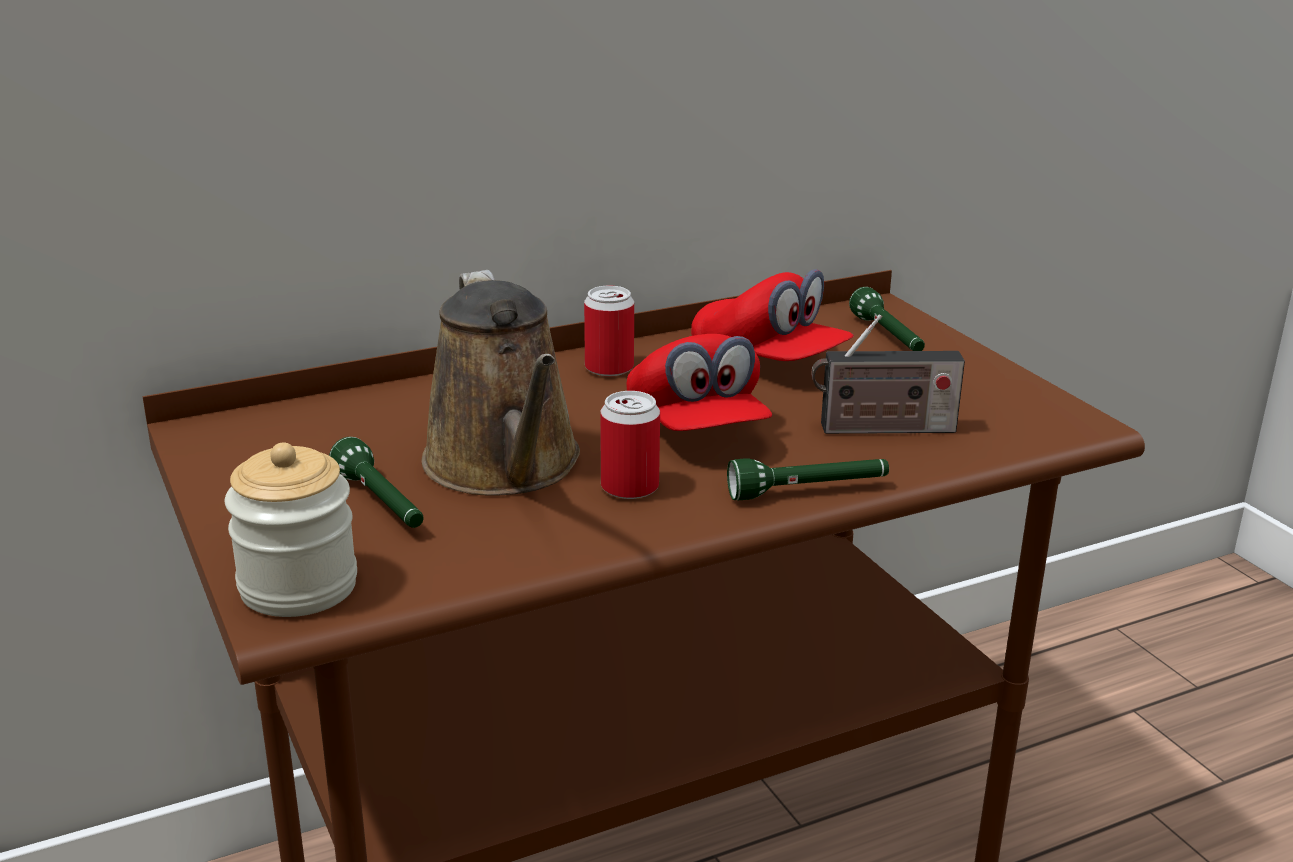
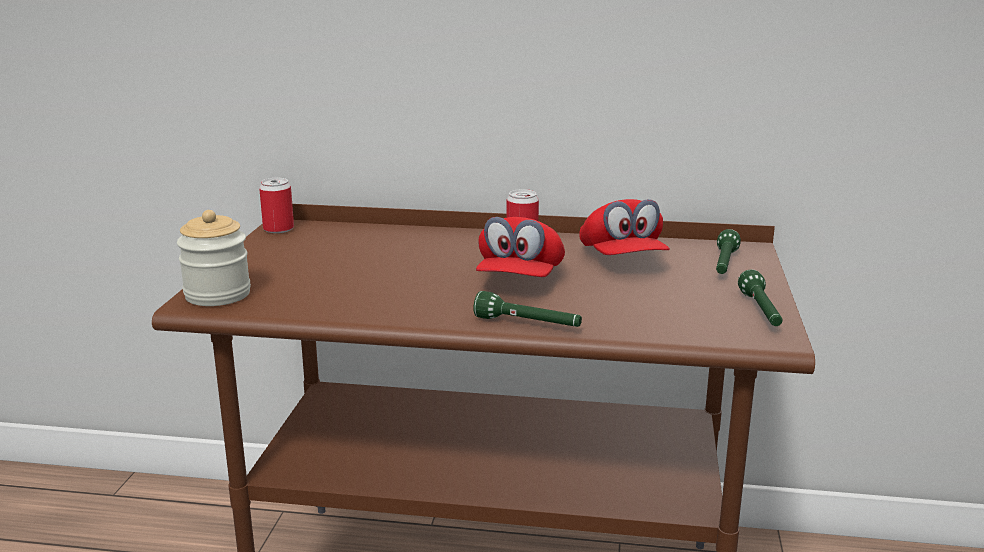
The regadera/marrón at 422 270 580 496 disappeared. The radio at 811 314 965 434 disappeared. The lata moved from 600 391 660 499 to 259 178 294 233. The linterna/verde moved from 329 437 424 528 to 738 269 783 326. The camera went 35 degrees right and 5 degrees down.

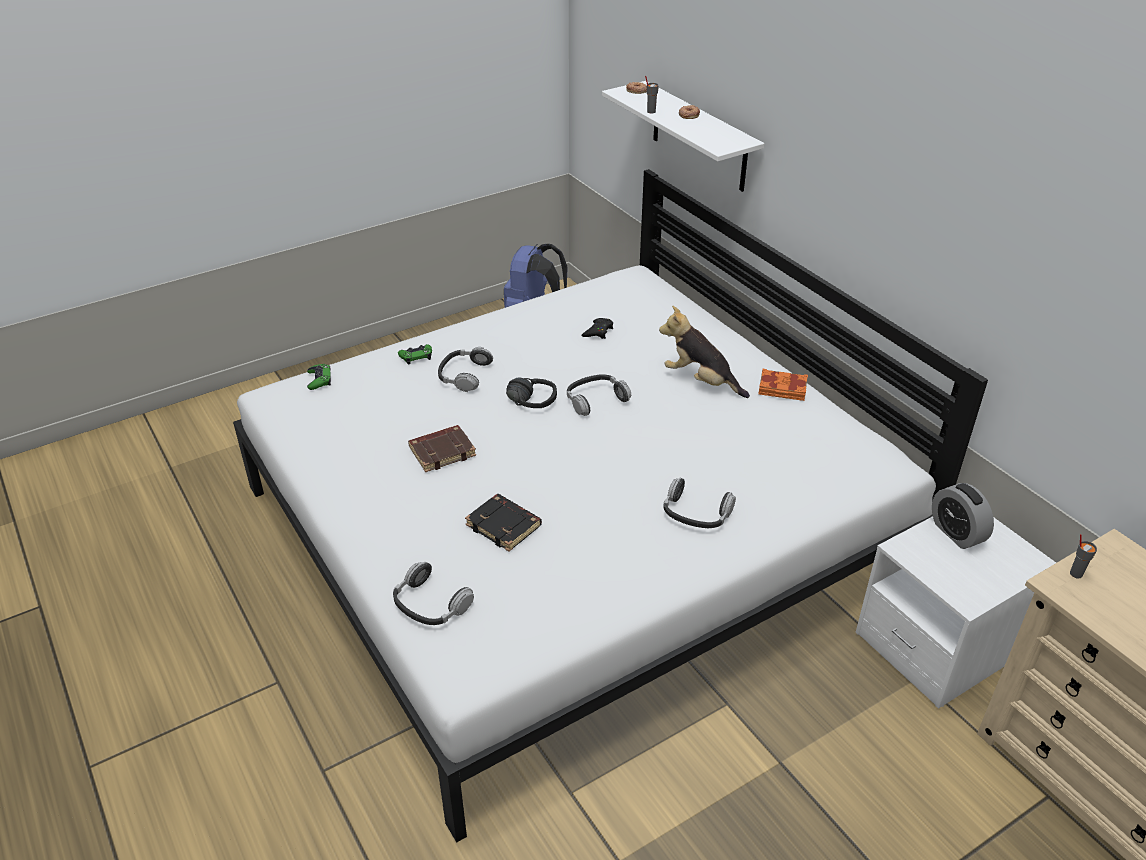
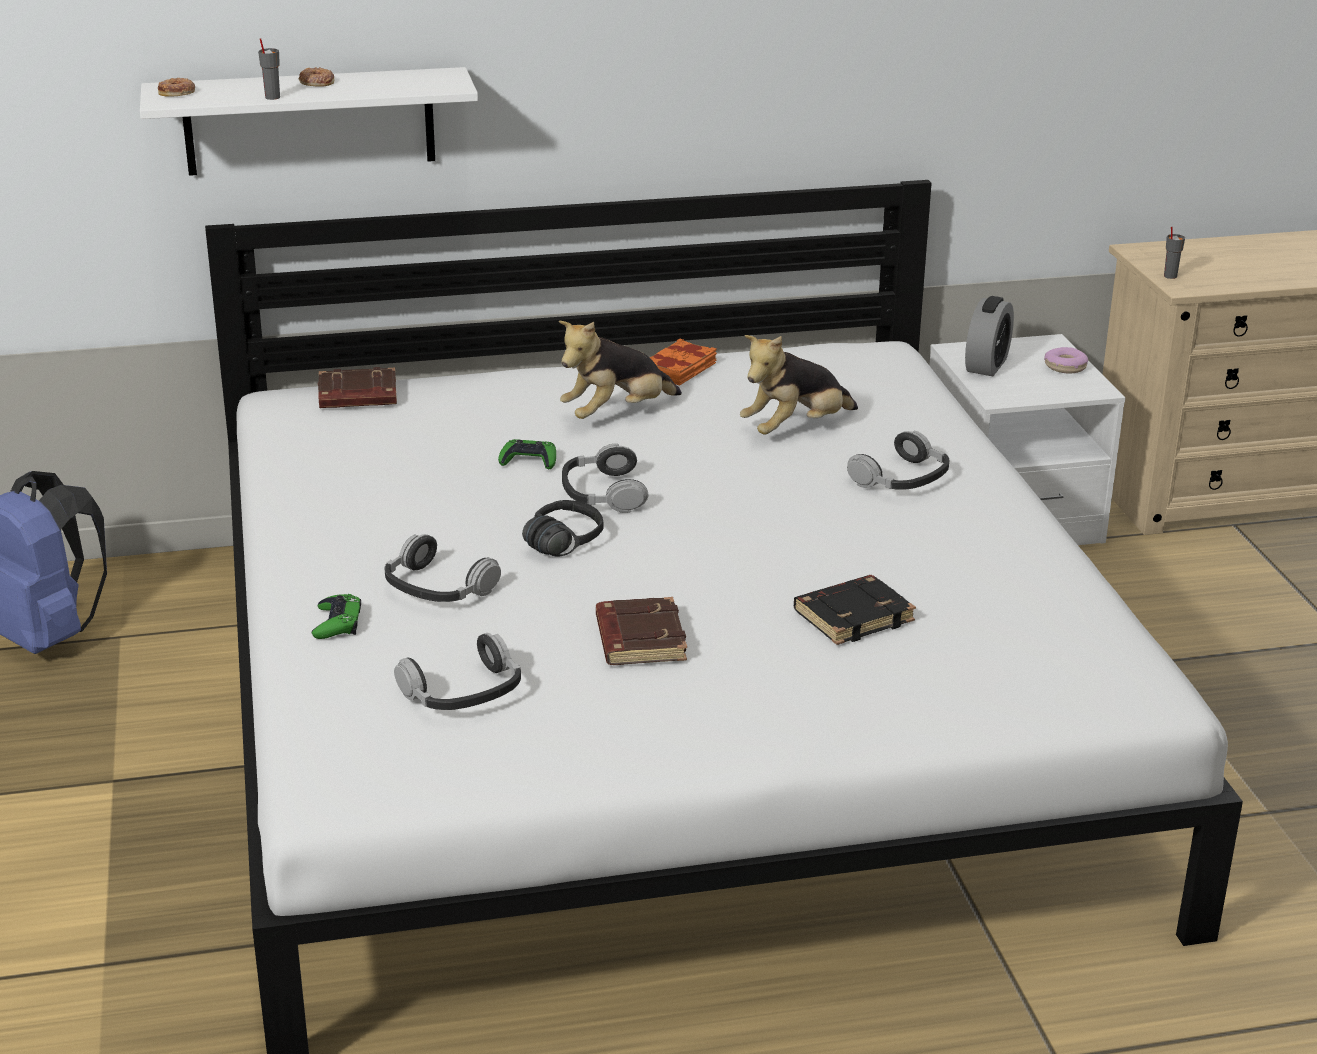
The mando de consola/negro at 581 318 613 339 disappeared. The mando de consola/verde moved from 307 364 331 390 to 498 439 556 469. The despertador at 932 483 994 549 turned 60 degrees counterclockwise. The auriculares moved from 393 562 474 625 to 394 633 521 710. The peluche at 740 335 858 435 appeared. The rosquilla at 1044 347 1088 374 appeared. The libro/marrón at 318 367 397 408 appeared. The camera went 70 degrees left and 10 degrees down.

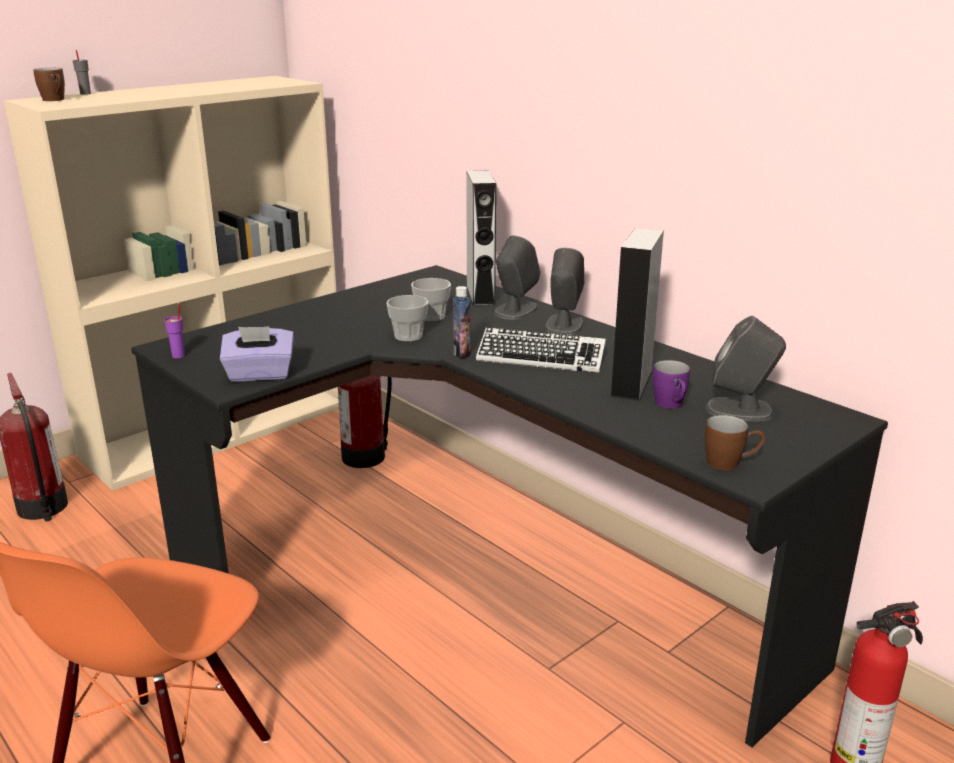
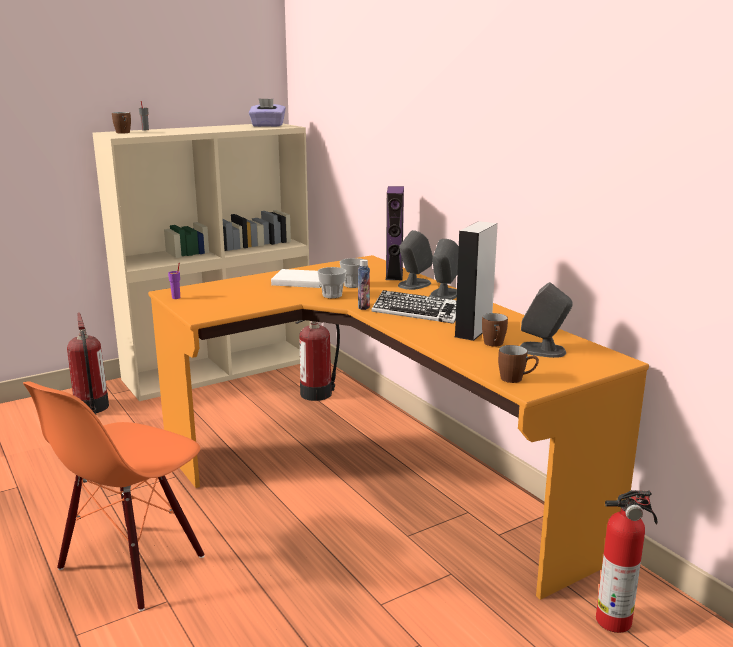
The altavoz/gris at 466 171 496 306 became the altavoz/morado at 386 186 404 280. The escritorio/negro at 131 265 888 747 became the escritorio/naranja at 148 255 649 600. The caja de pañuelos/morado moved from 220 326 294 382 to 249 98 286 127. The taza grande/morado at 653 360 690 408 became the taza grande/marrón at 482 313 508 347. The libro/blanco at 271 269 321 288 appeared. The camera went 10 degrees right and 5 degrees down.

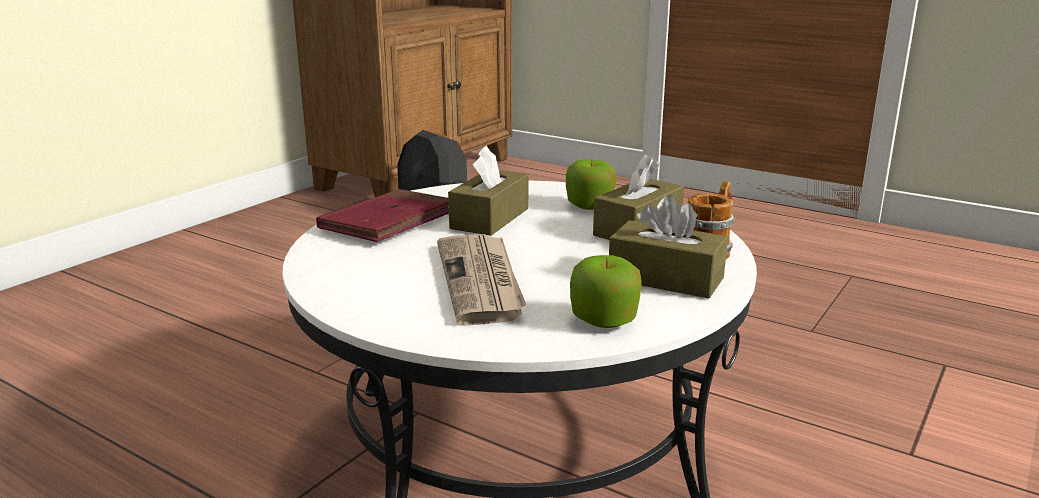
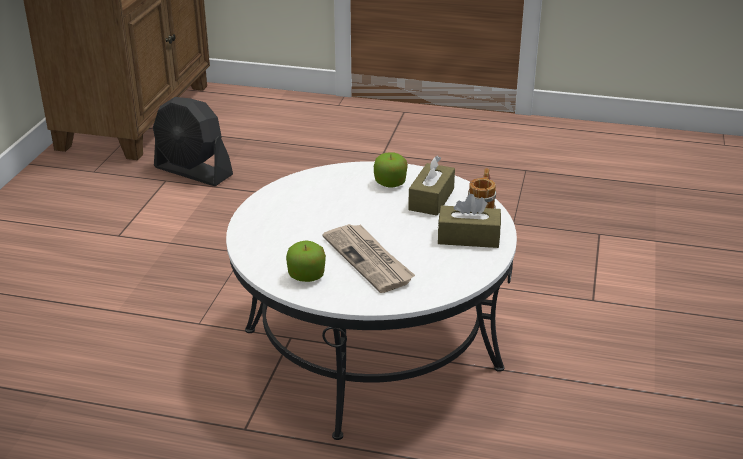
The caja de pañuelos/marrón at 448 145 528 236 disappeared. The libro/rojo at 316 189 449 242 disappeared. The manzana moved from 570 255 642 328 to 286 241 326 282. The camera went 20 degrees left and 10 degrees up.

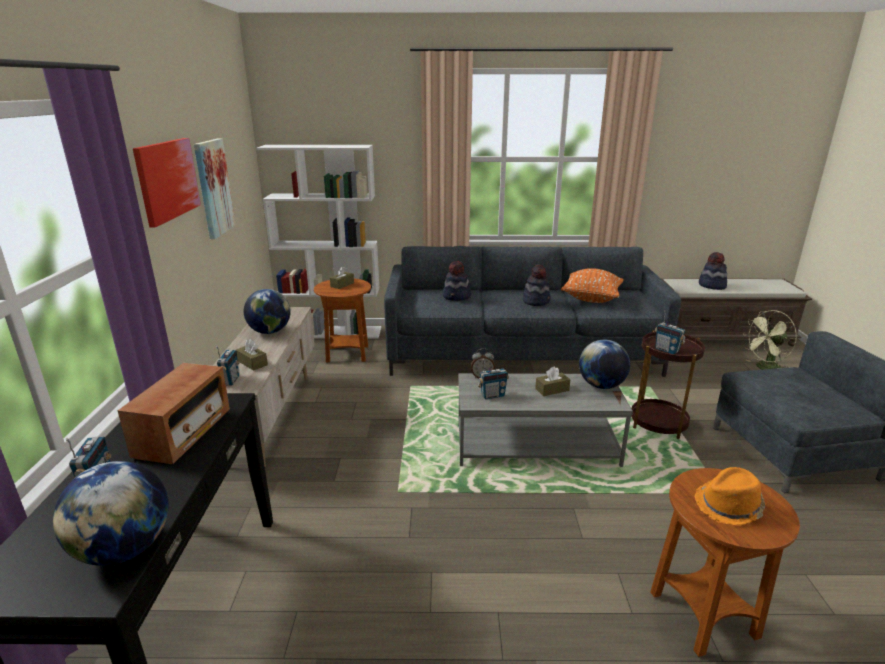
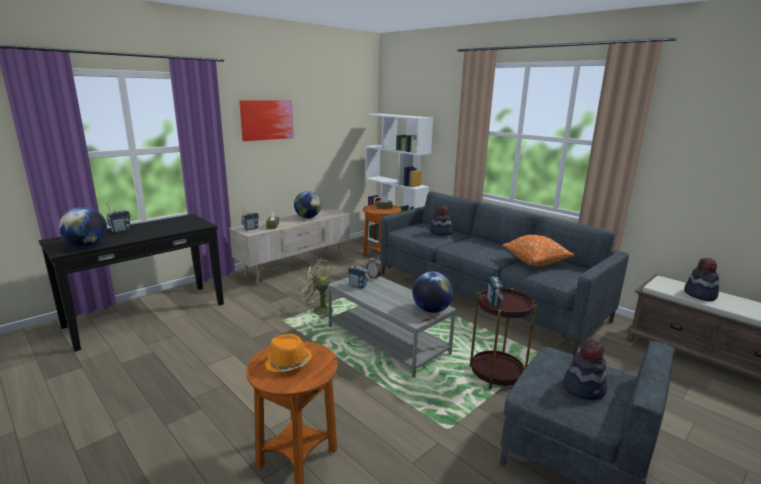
The cuadro at 194 138 236 239 disappeared. The sombrero moved from 523 265 551 306 to 563 338 607 400. The ventilador/verde moved from 744 310 797 370 to 297 258 335 319. The radio at 118 363 230 464 disappeared. The caja de pañuelos/marrón at 535 366 570 396 disappeared. The camera went 45 degrees right and 5 degrees down.

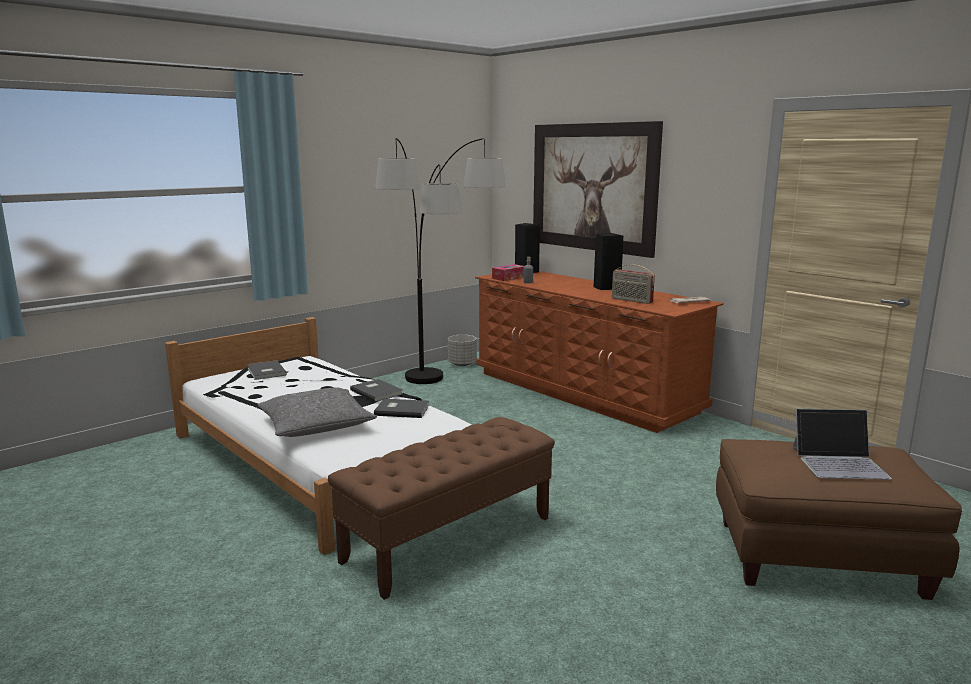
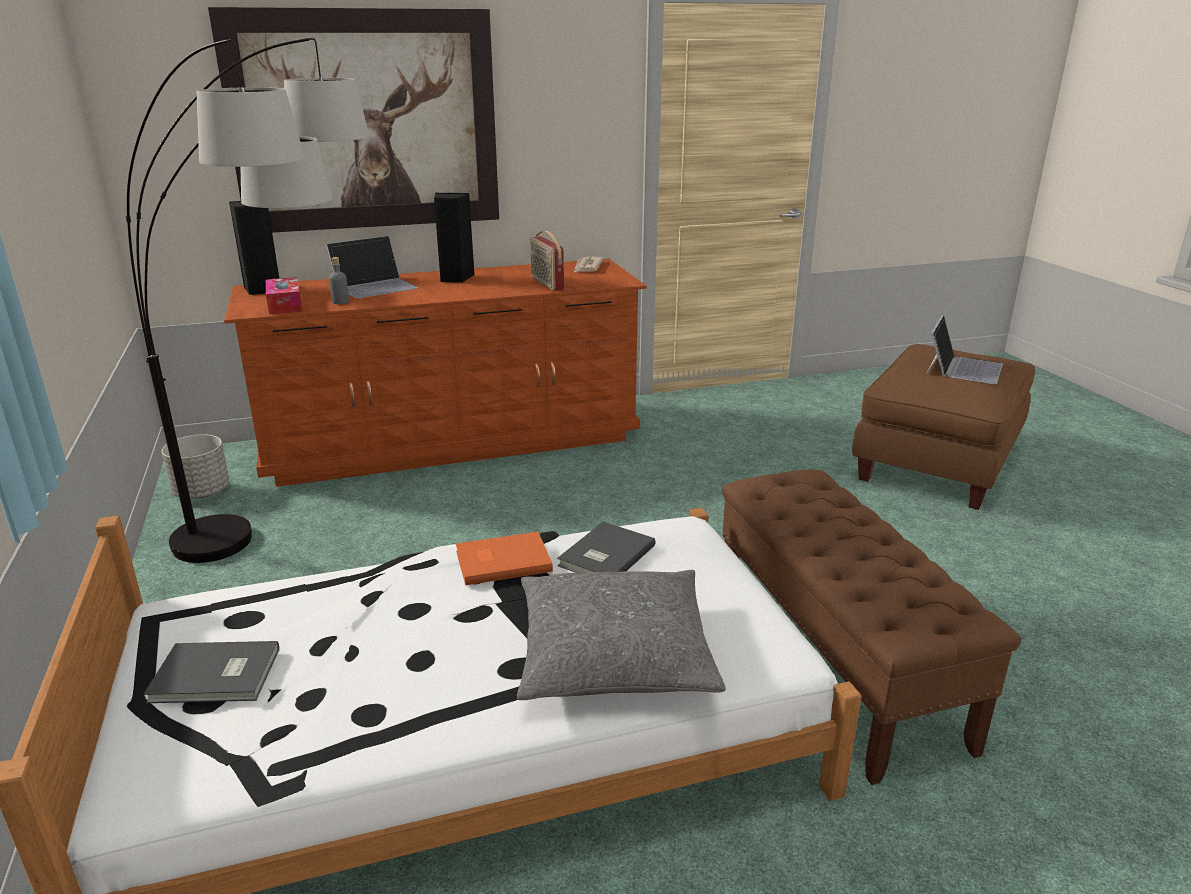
The radio at 612 264 655 304 turned 90 degrees clockwise. The libro/gris at 350 379 403 402 became the libro/naranja at 456 532 553 585. The portátil at 326 235 418 298 appeared. The camera went 65 degrees left and 10 degrees up.

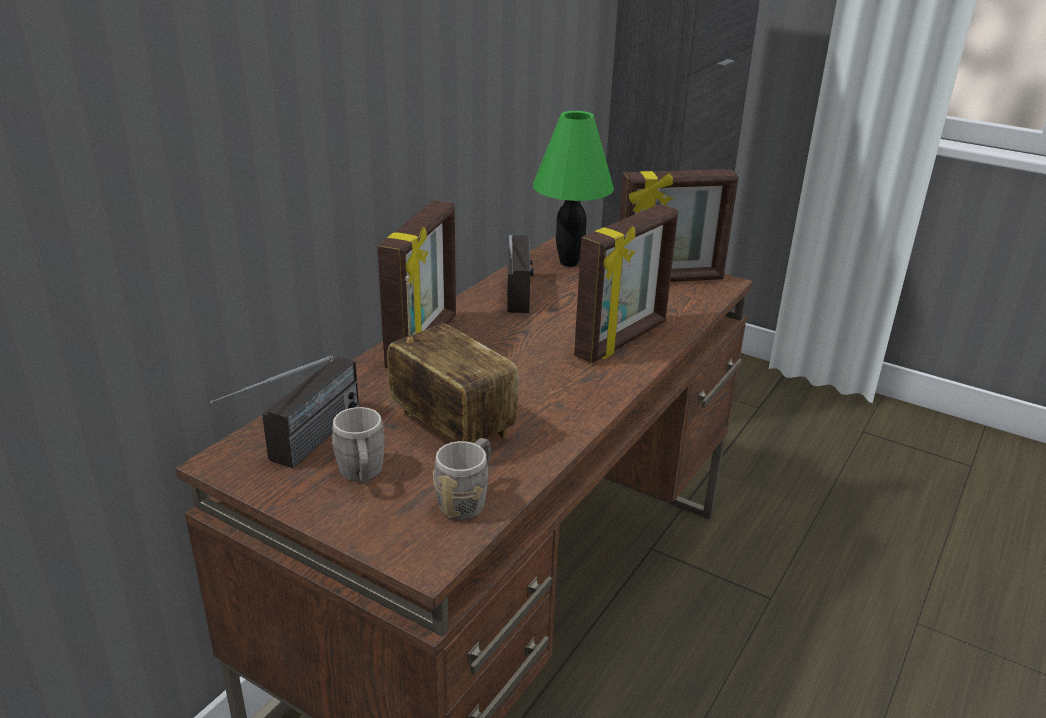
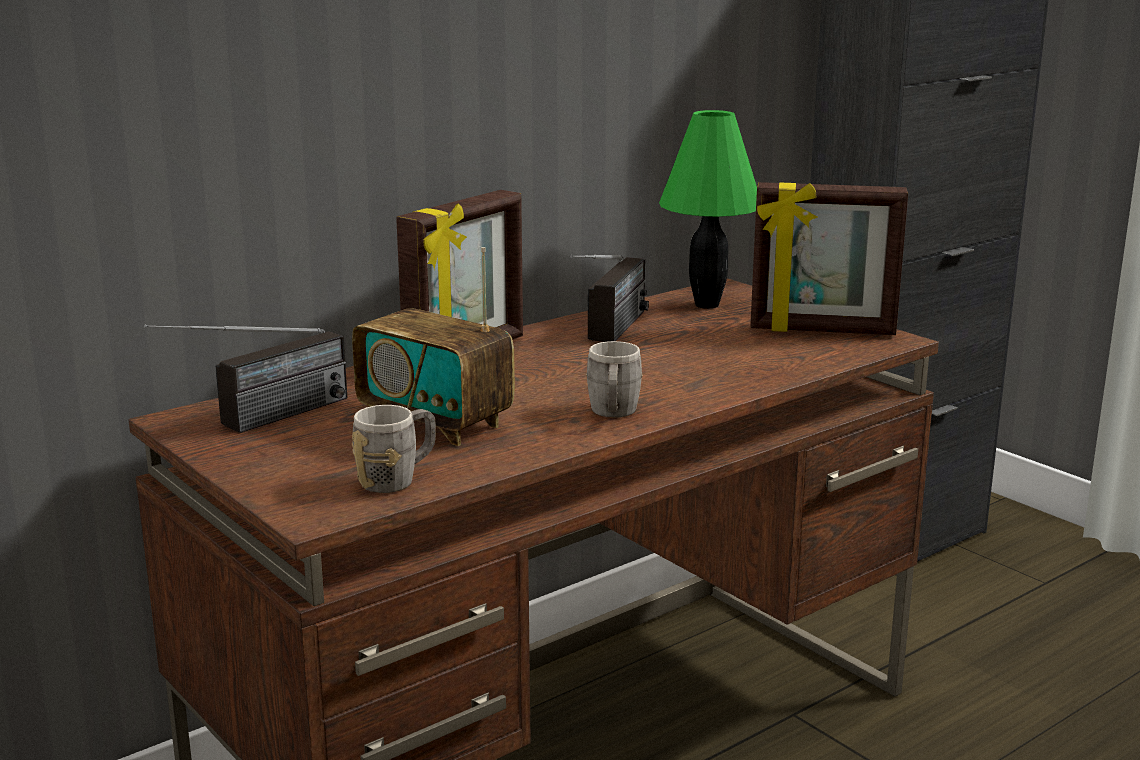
The portarretratos at 574 204 678 363 disappeared. The radio at 387 276 519 443 turned 150 degrees clockwise. The taza grande/gris moved from 332 407 385 483 to 586 341 643 418. The camera went 20 degrees right and 10 degrees down.

